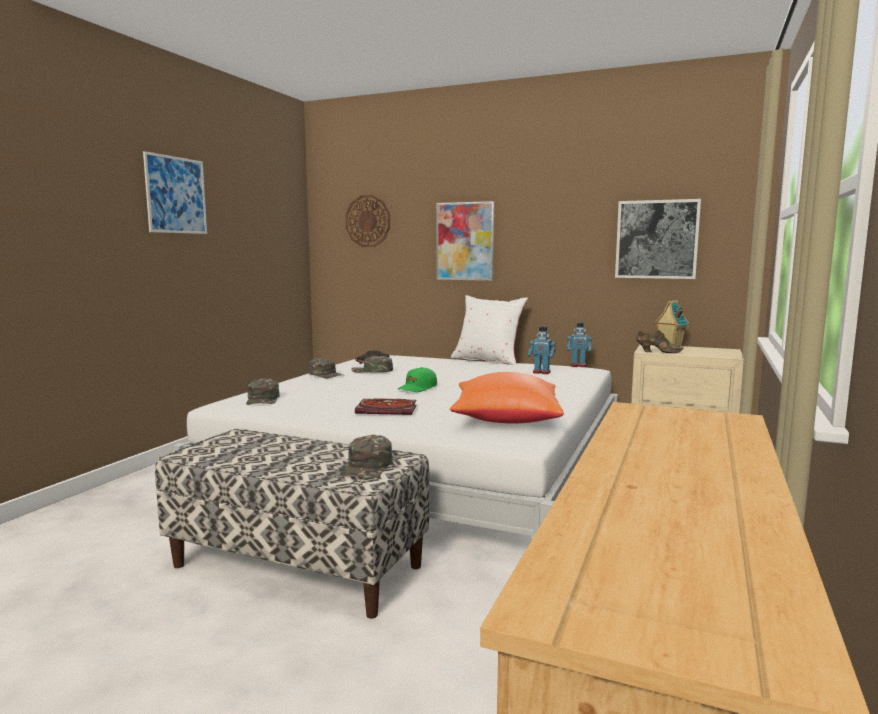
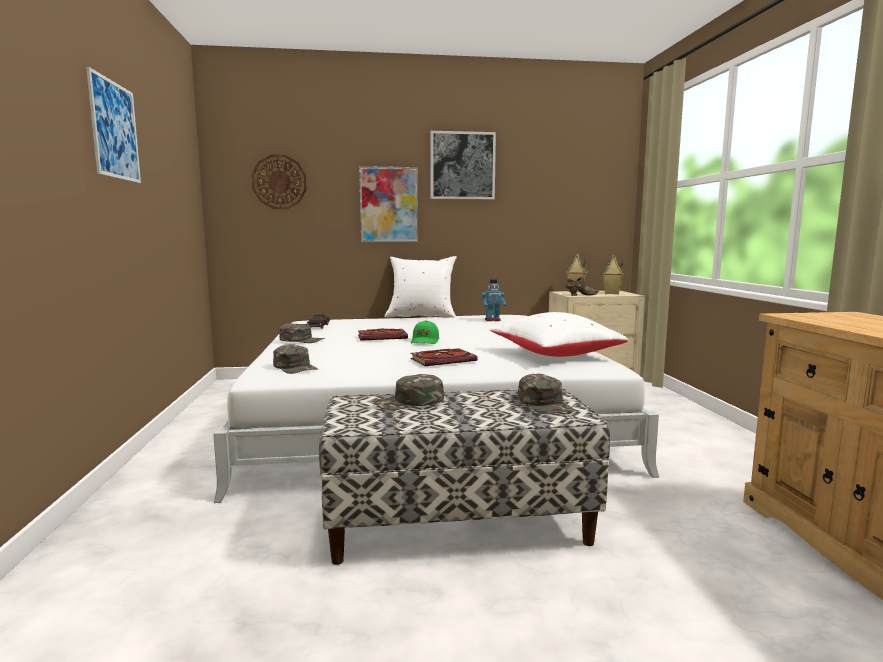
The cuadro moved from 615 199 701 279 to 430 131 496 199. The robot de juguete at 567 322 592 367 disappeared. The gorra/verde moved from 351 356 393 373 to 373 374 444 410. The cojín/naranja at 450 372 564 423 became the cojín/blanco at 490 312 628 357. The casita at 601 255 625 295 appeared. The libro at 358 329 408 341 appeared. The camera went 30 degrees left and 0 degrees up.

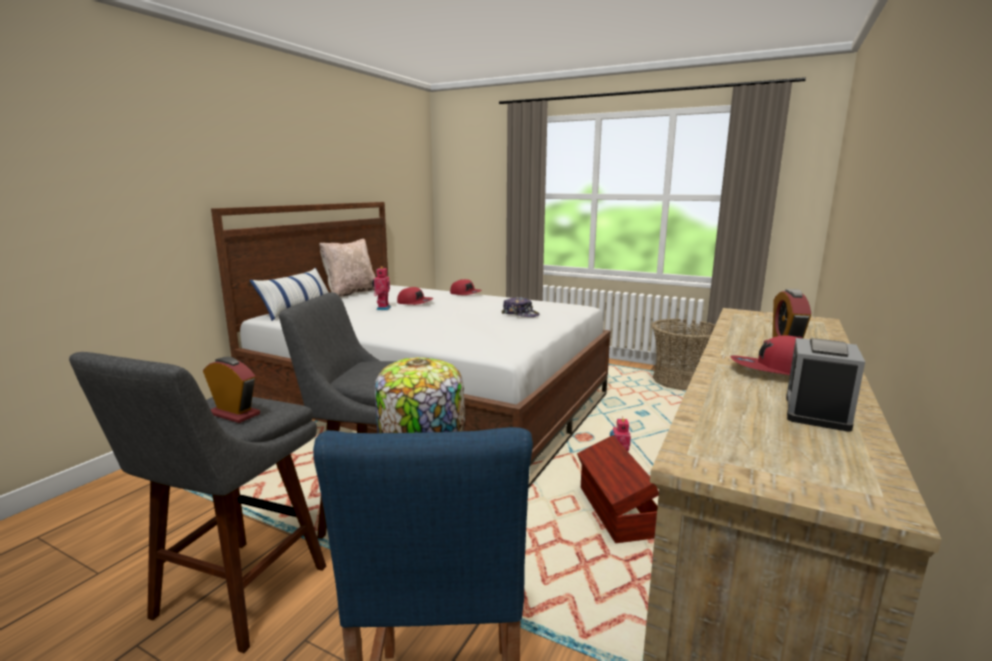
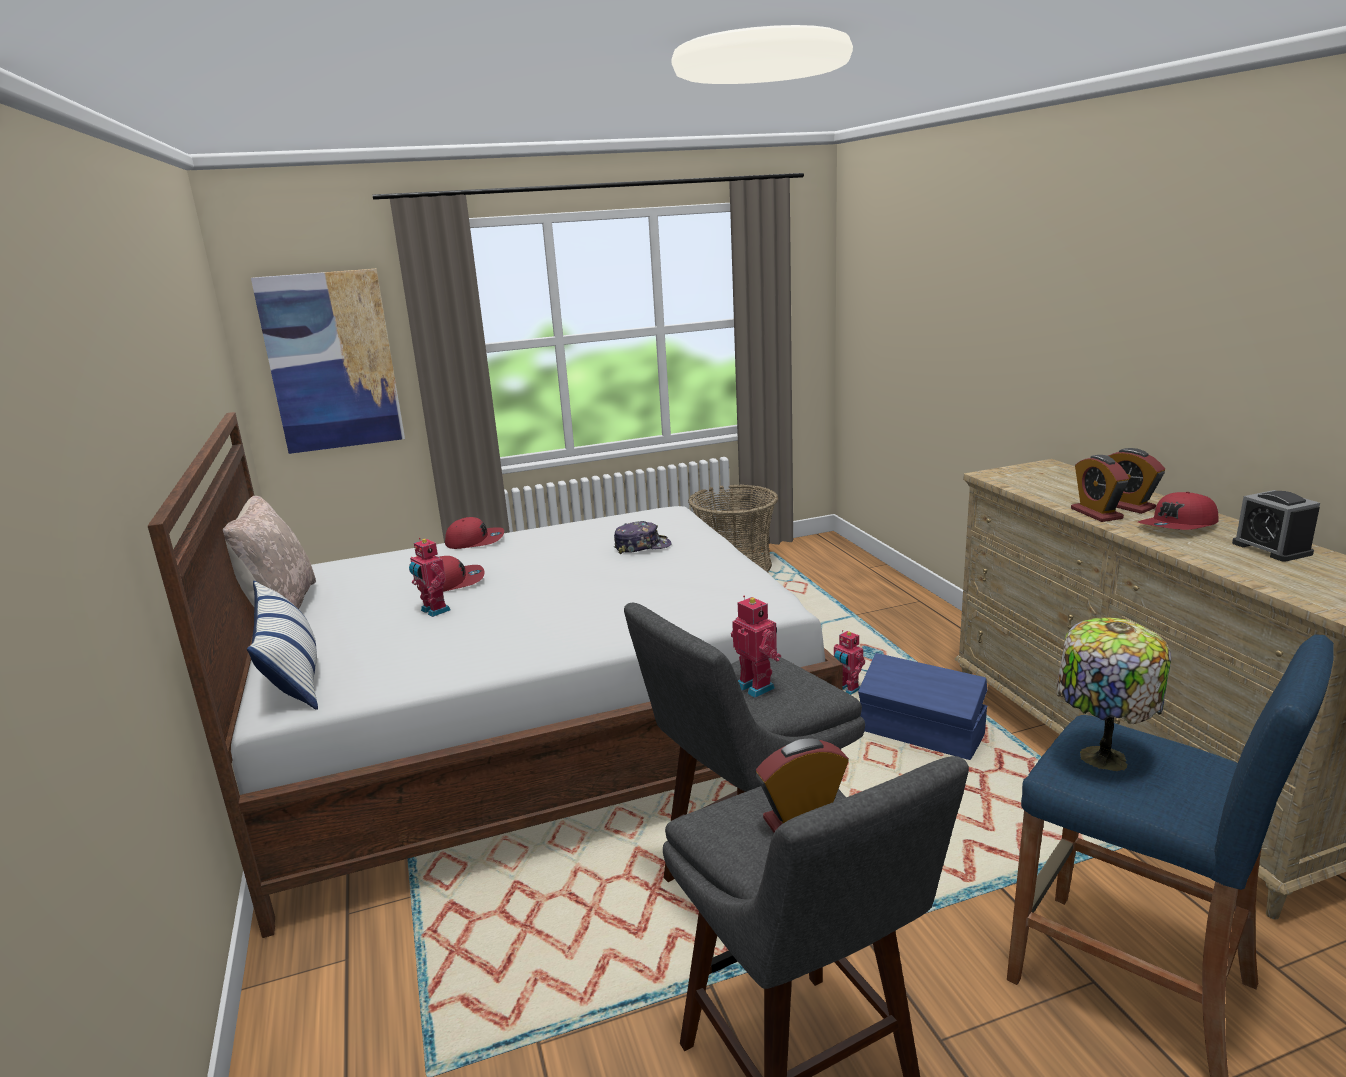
The caja de almacenaje/marrón at 577 435 659 543 became the caja de almacenaje/azul at 858 653 988 760. The cuadro at 251 269 405 454 appeared. The despertador at 1071 455 1129 522 appeared. The robot de juguete at 731 596 781 698 appeared. The camera went 45 degrees left and 5 degrees up.

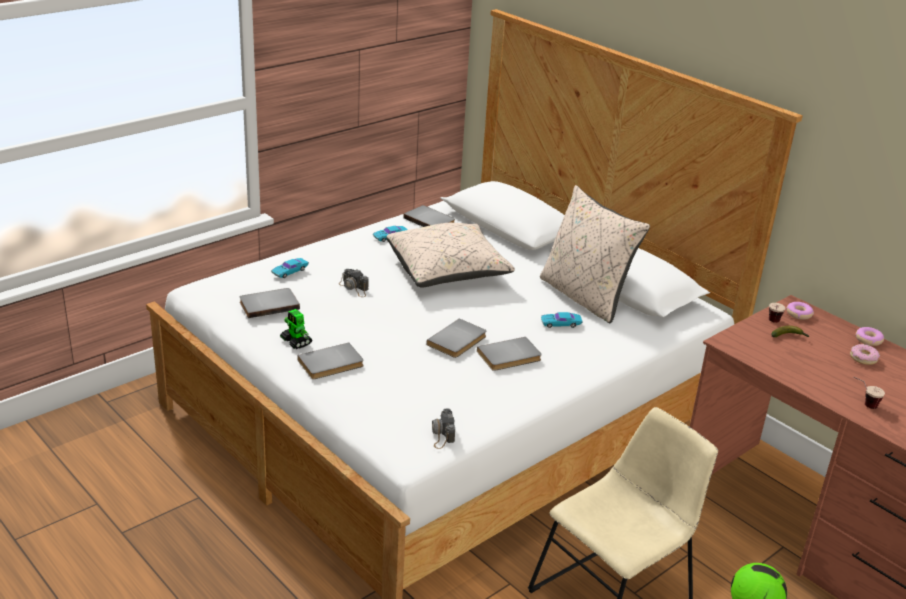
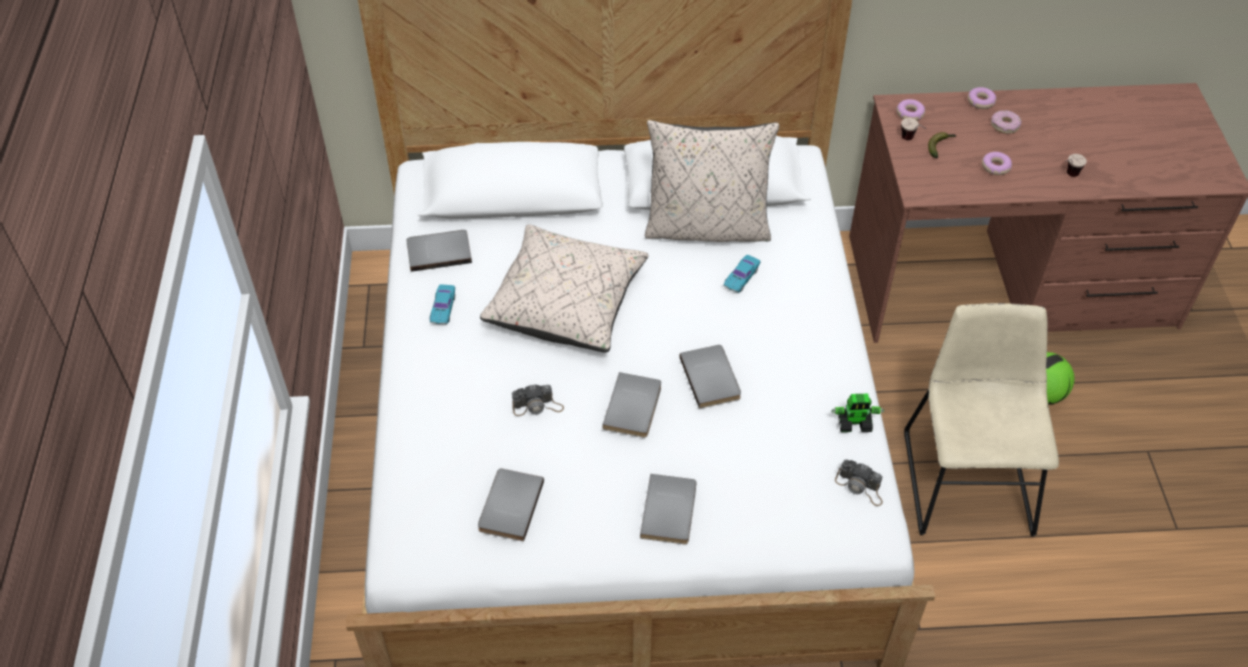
The coche de juguete/turquesa at 271 258 309 278 disappeared. The robot de juguete moved from 280 309 312 349 to 831 394 885 432. The libro/gris moved from 477 337 542 371 to 602 372 661 438. The rosquilla at 982 152 1012 175 appeared. The camera went 50 degrees left and 20 degrees up.

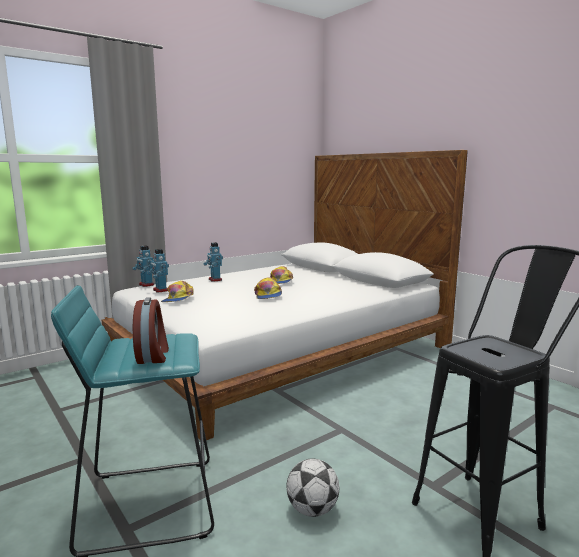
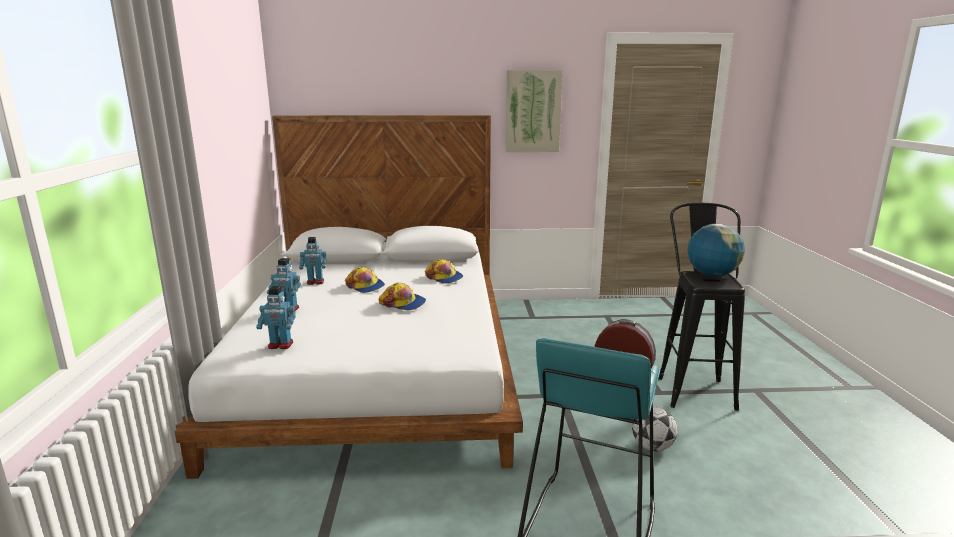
The robot de juguete moved from 132 245 154 287 to 299 237 327 285. The gorra moved from 161 281 194 302 to 425 259 463 284. The cuadro at 506 70 563 152 appeared. The globo terráqueo at 687 224 745 277 appeared. The camera went 55 degrees left and 5 degrees up.

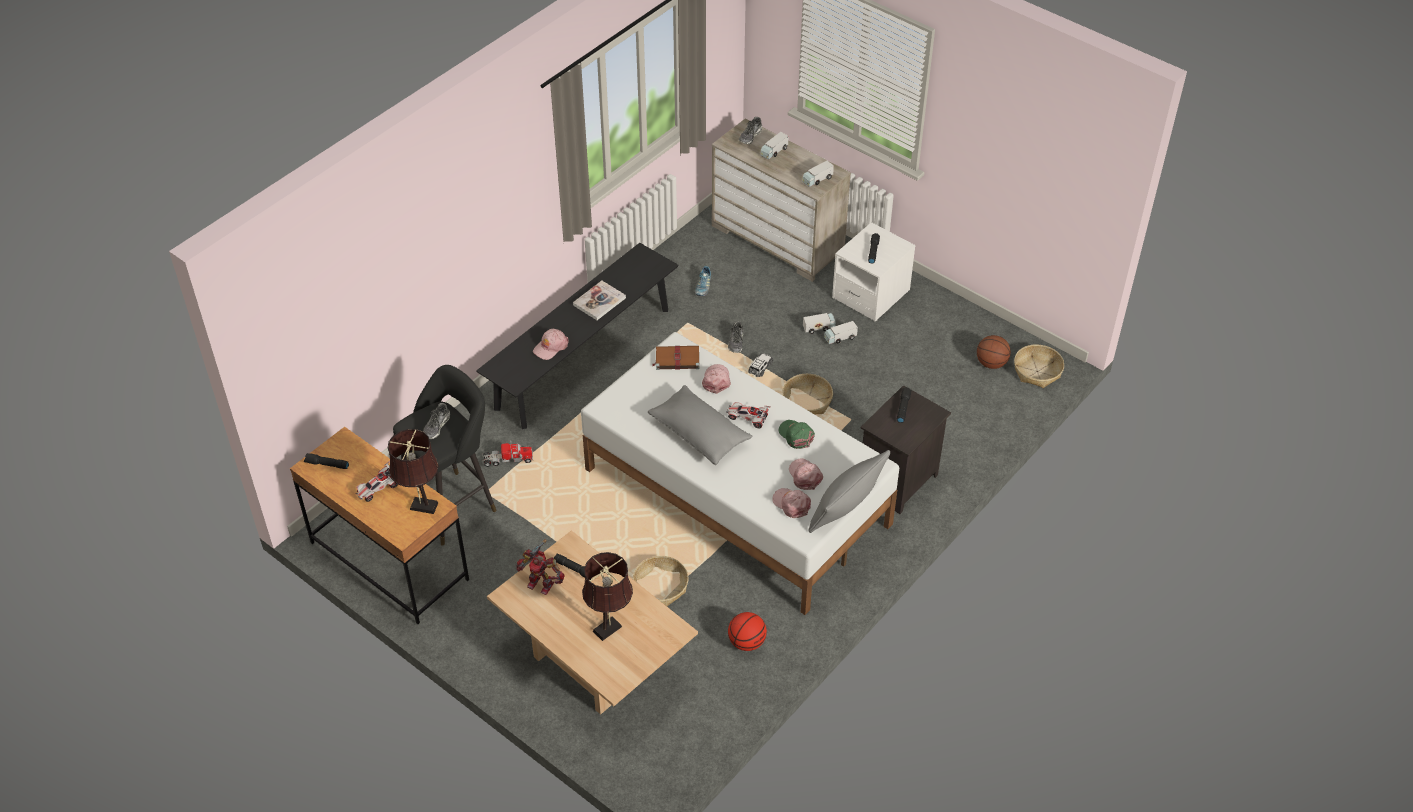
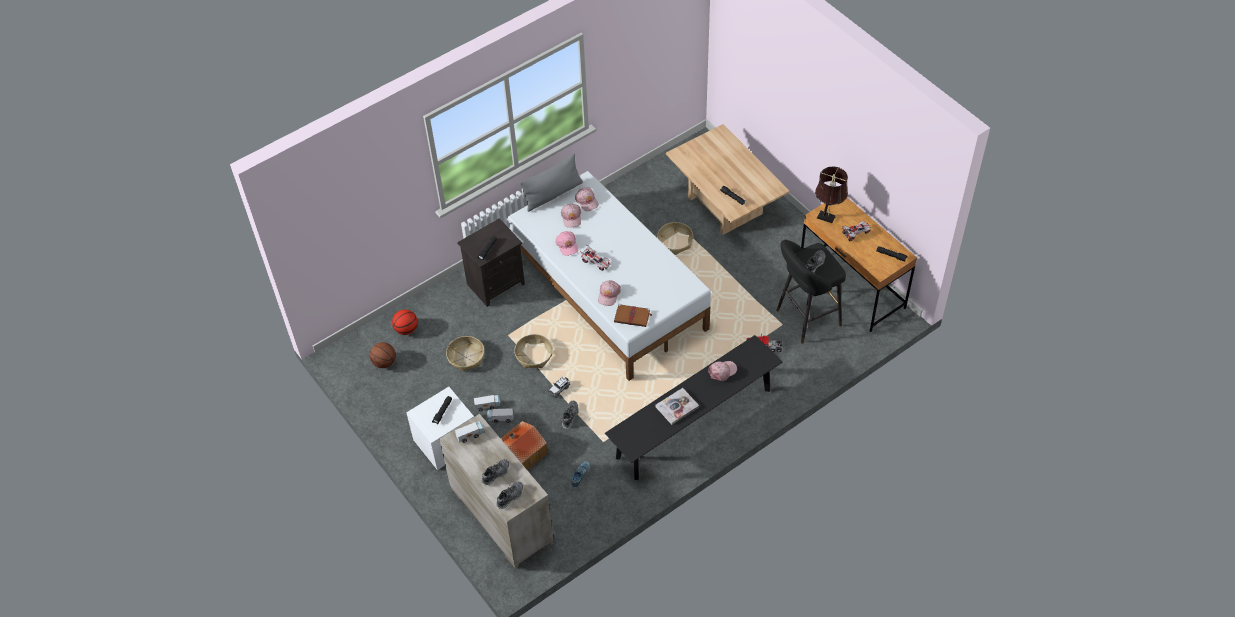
The camión de juguete at 761 132 789 160 was replaced by the zapato at 481 459 509 486. The cesta moved from 1014 345 1064 388 to 446 336 484 372. The cojín/gris at 648 385 752 466 disappeared. The gorra/verde at 779 420 815 449 became the gorra/rosa at 556 231 578 256. The robot de juguete at 516 539 564 595 disappeared. The lámpara de mesa/marrón at 582 552 633 641 disappeared. The balón de baloncesto moved from 728 612 767 651 to 392 309 418 335. The casita at 501 421 548 470 appeared. The camera went 165 degrees left and 5 degrees up.

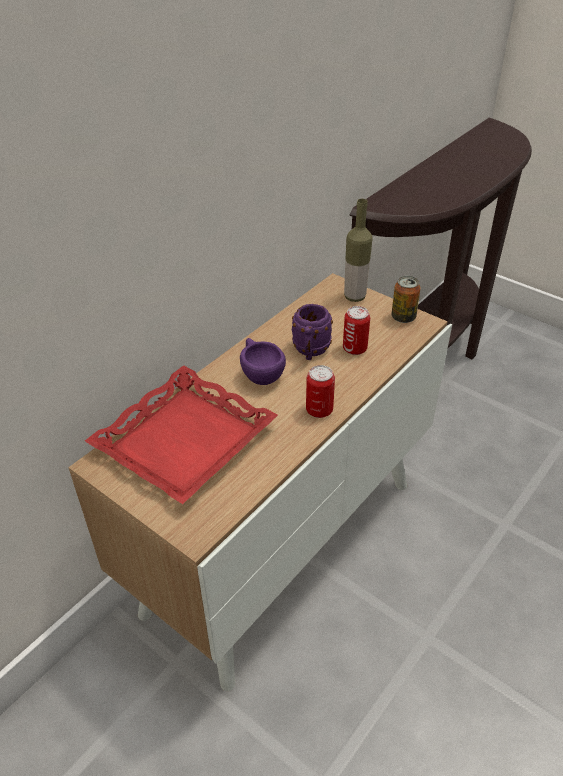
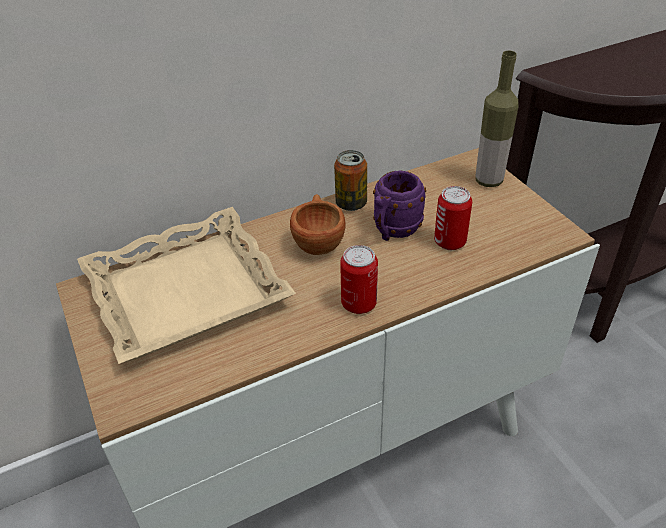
The lata moved from 392 276 421 323 to 334 150 367 211. The taza/morado at 240 338 286 385 became the taza/marrón at 290 194 345 255. The bandeja/rojo at 85 365 278 504 became the bandeja/beis at 77 207 296 364. The camera went 25 degrees right and 0 degrees up.

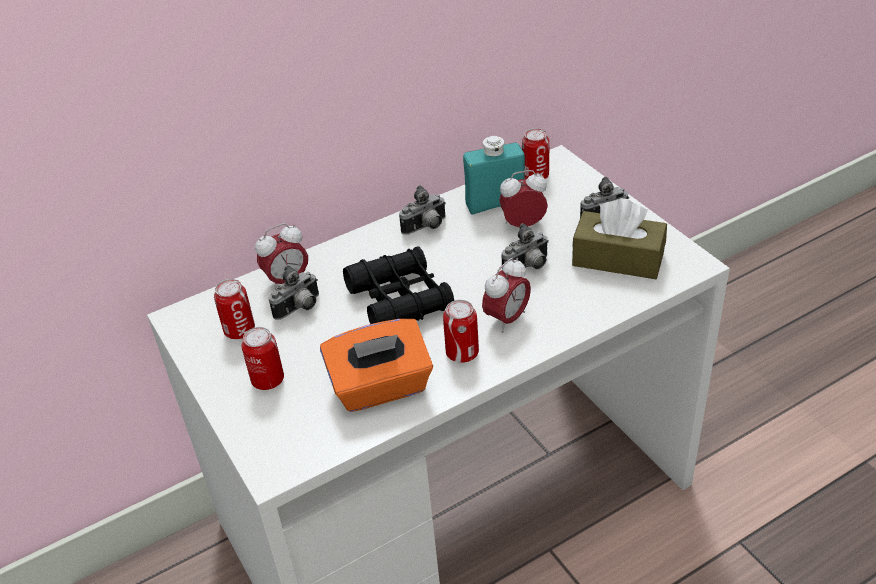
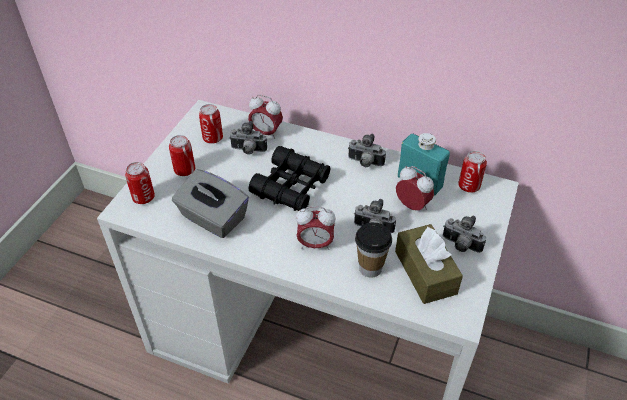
The lata moved from 443 300 479 363 to 125 162 155 204. The caja de pañuelos/naranja at 320 319 433 412 became the caja de pañuelos/gris at 172 169 249 238. The taza at 355 222 392 278 appeared. The camera went 50 degrees right and 5 degrees up.

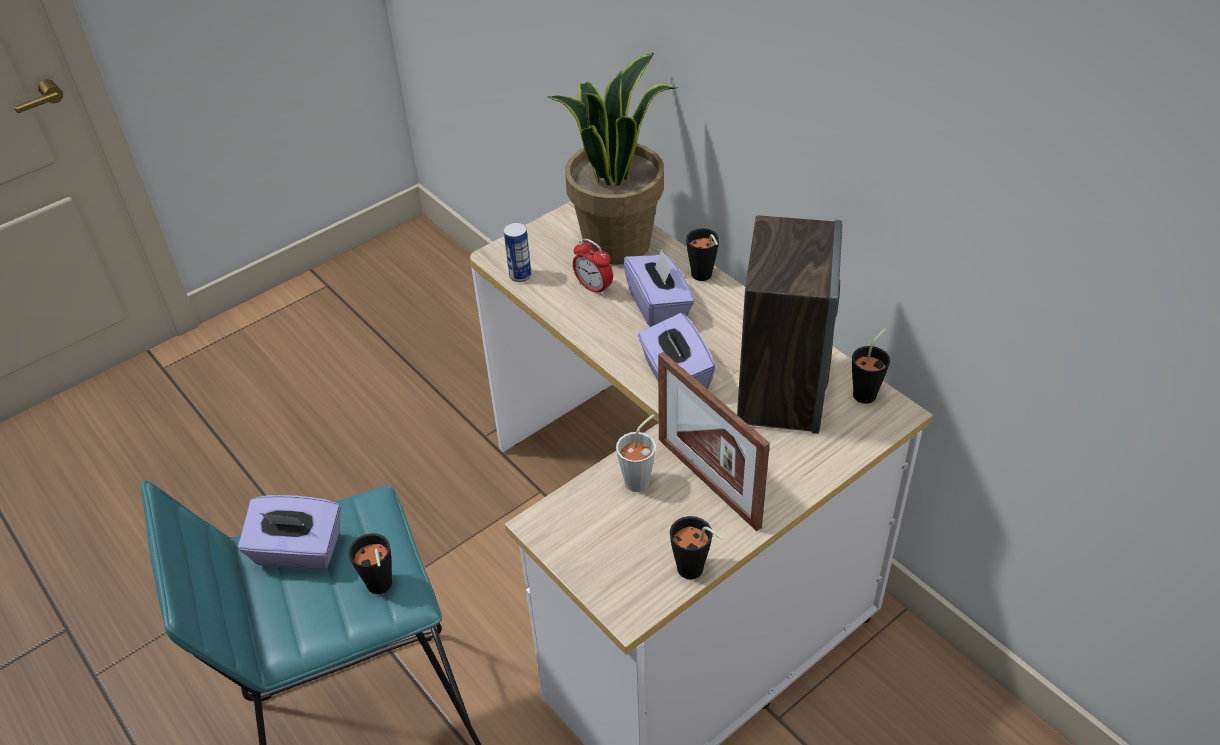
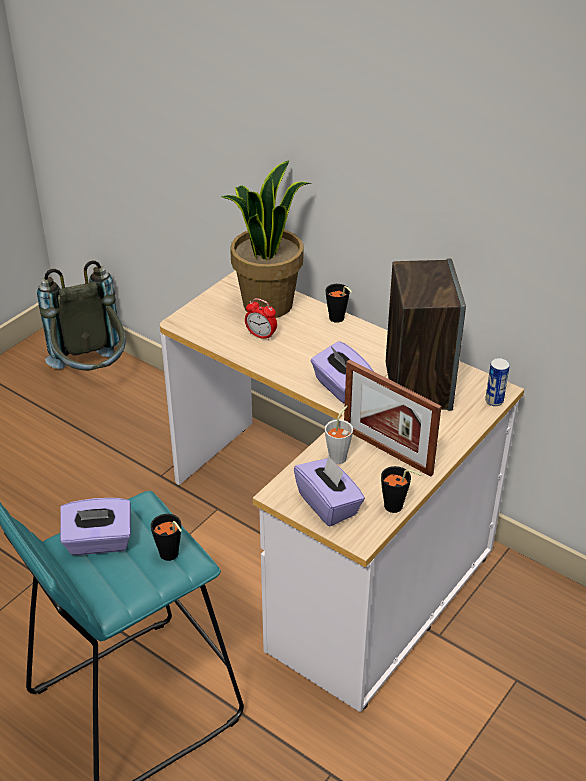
The lata moved from 503 222 531 282 to 485 358 510 406. The caja de pañuelos/morado moved from 623 248 695 327 to 294 456 365 526. The taza/negro at 852 329 890 404 disappeared. The mochila/gris at 37 260 126 371 appeared. The camera went 15 degrees left and 5 degrees down.

